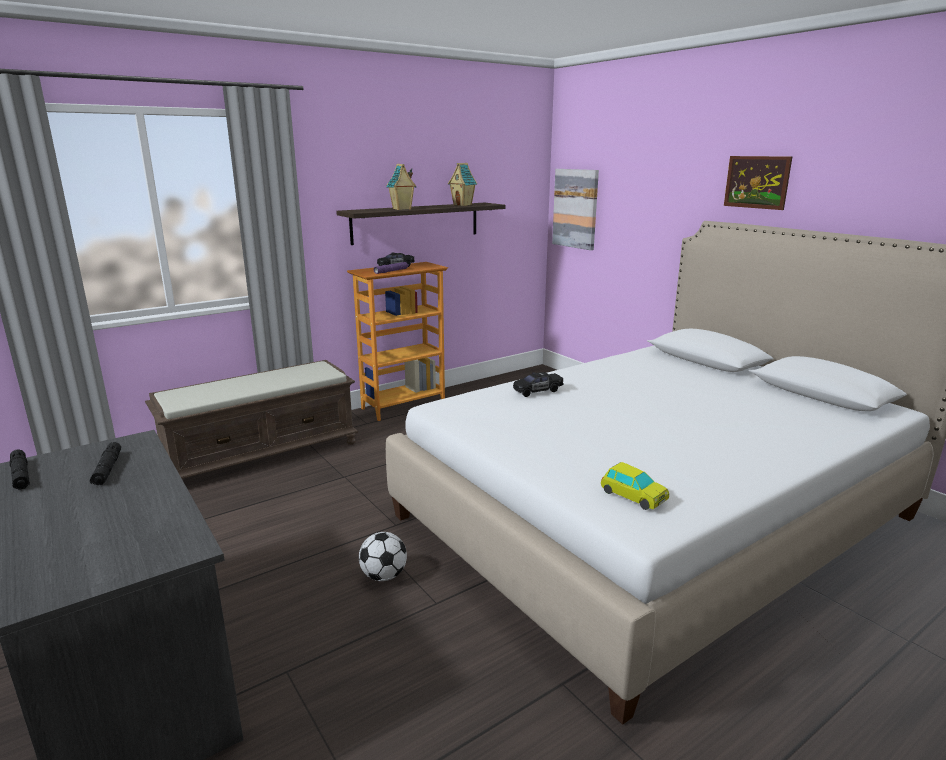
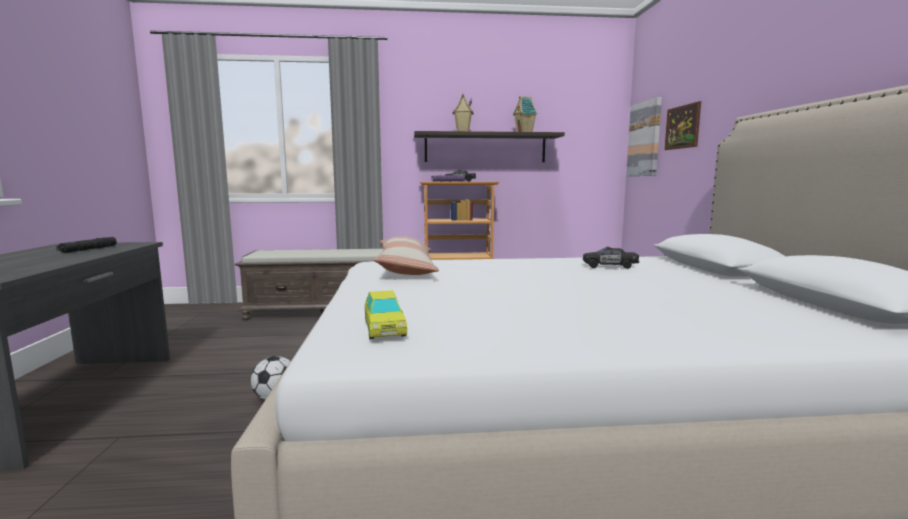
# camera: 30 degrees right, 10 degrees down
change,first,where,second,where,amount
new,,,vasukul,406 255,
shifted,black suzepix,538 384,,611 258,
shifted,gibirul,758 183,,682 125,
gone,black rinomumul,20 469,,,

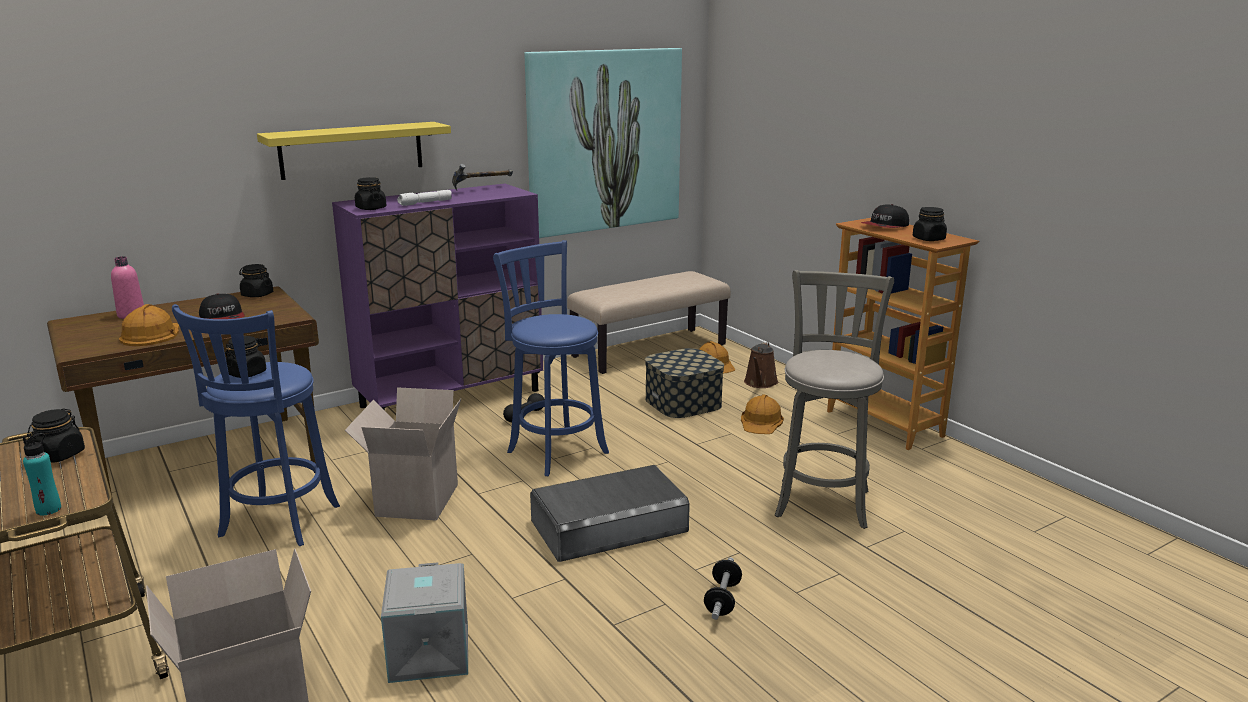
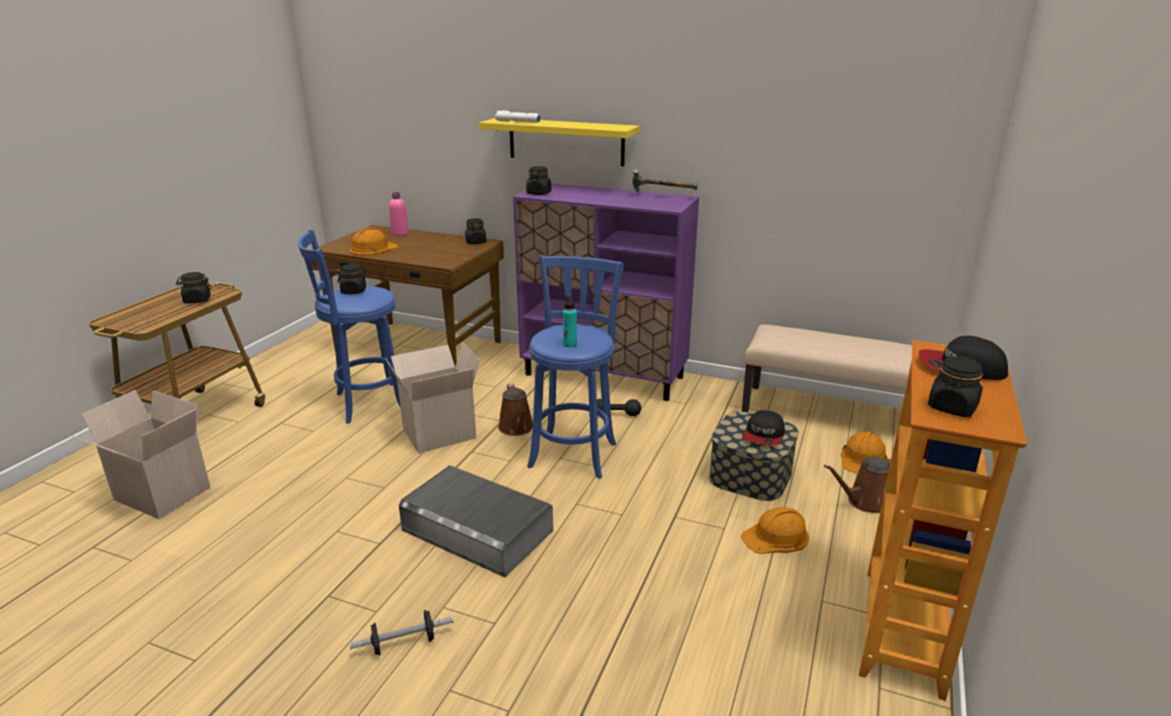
# camera: 55 degrees right, 5 degrees up
change,first,where,second,where,amount
shifted,white rinomumul,424 198,,518 117,
new,,,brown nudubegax,515 409,
shifted,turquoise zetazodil,41 474,,570 321,
shifted,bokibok,222 306,,763 428,
gone,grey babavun,424 622,,,
gone,gibirul,603 143,,,
gone,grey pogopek,834 399,,,

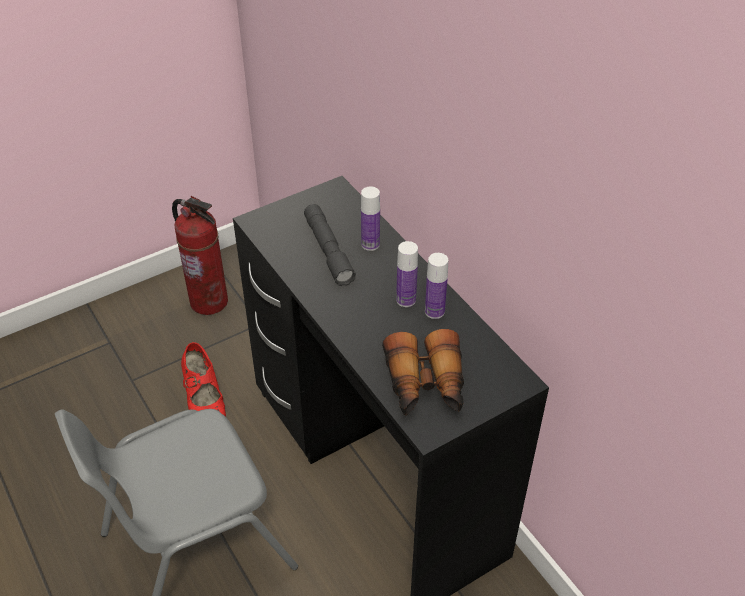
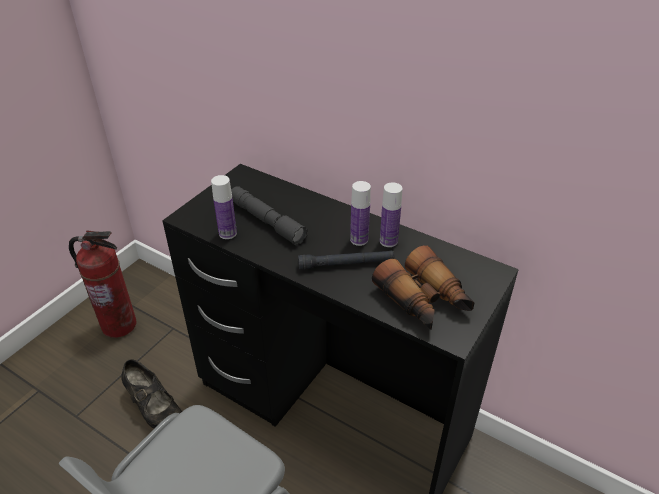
# camera: 25 degrees left, 5 degrees down
change,first,where,second,where,amount
repainted,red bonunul,203 379,black bonunul,151 393,
shifted,zetazodil,370 219,,224 207,
new,,,black rinomumul,346 260,

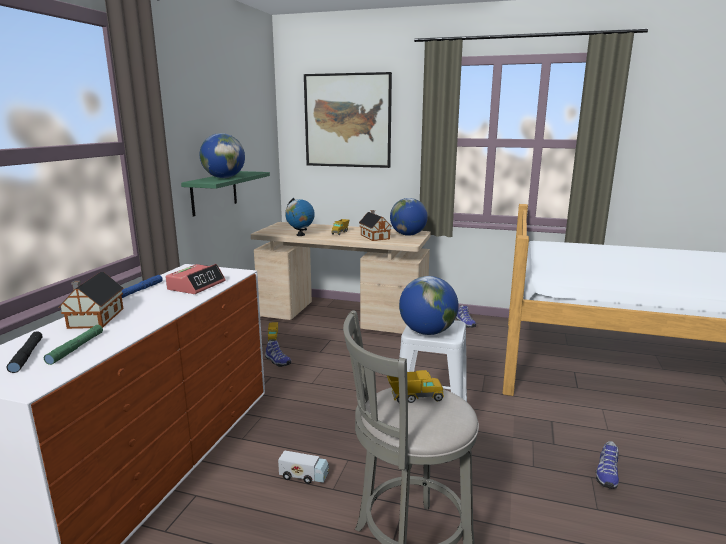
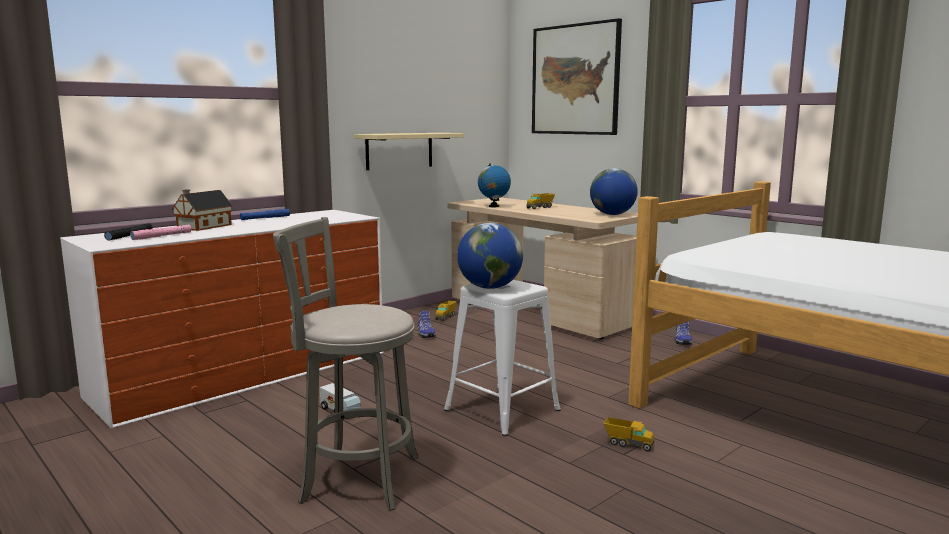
# camera: 30 degrees right, 5 degrees down
change,first,where,second,where,amount
repainted,green rinomumul,73 345,pink rinomumul,160 232,
repainted,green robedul,225 193,beige robedul,409 151,
shifted,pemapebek,415 386,,629 434,
gone,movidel,196 279,,,
gone,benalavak,222 155,,,
gone,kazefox,375 225,,,
gone,bonunul,607 465,,,

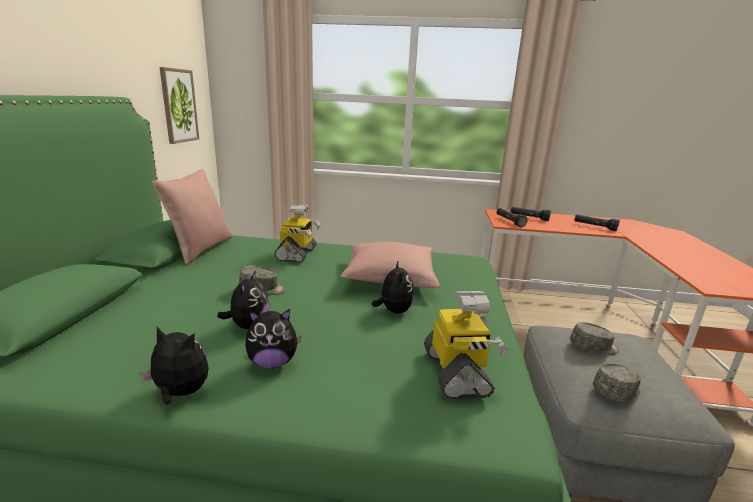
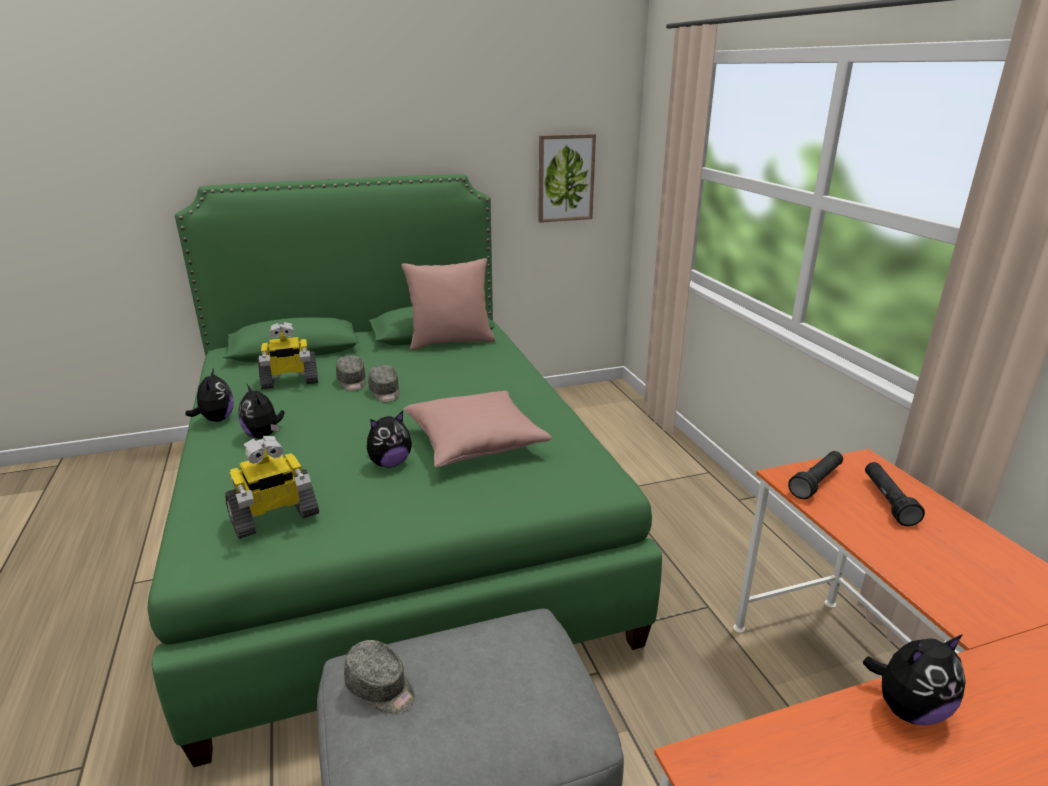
# camera: 65 degrees right, 5 degrees up
change,first,where,second,where,amount
shifted,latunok,297 233,,288 356,
shifted,grey bokibok,595 338,,351 373,
shifted,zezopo,243 299,,914 680,
gone,black rinomumul,597 222,,,

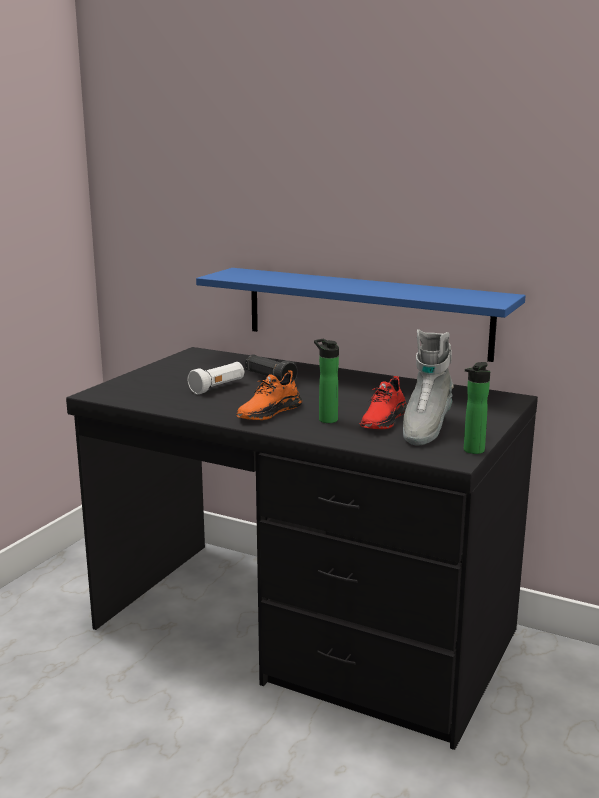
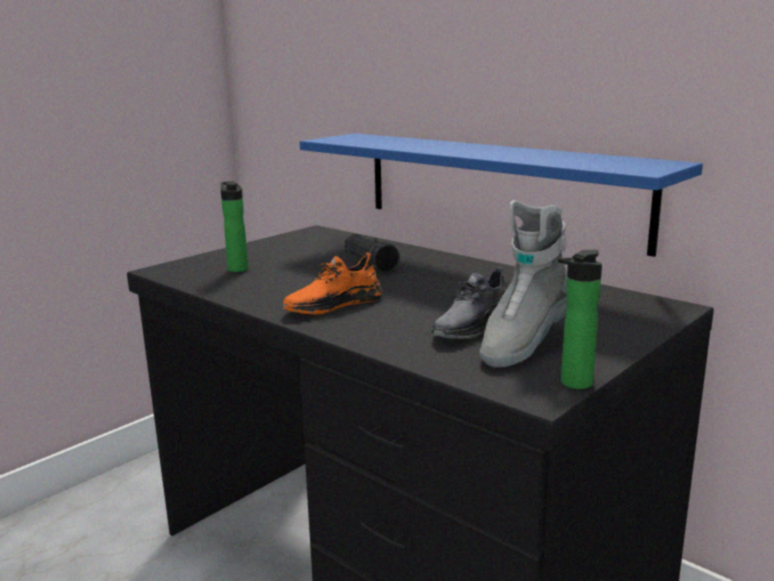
# camera: 15 degrees right, 0 degrees up
change,first,where,second,where,amount
shifted,zetazodil,326 381,,234 226,
repainted,red bonunul,384 402,grey bonunul,469 303,
gone,white rinomumul,216 378,,,

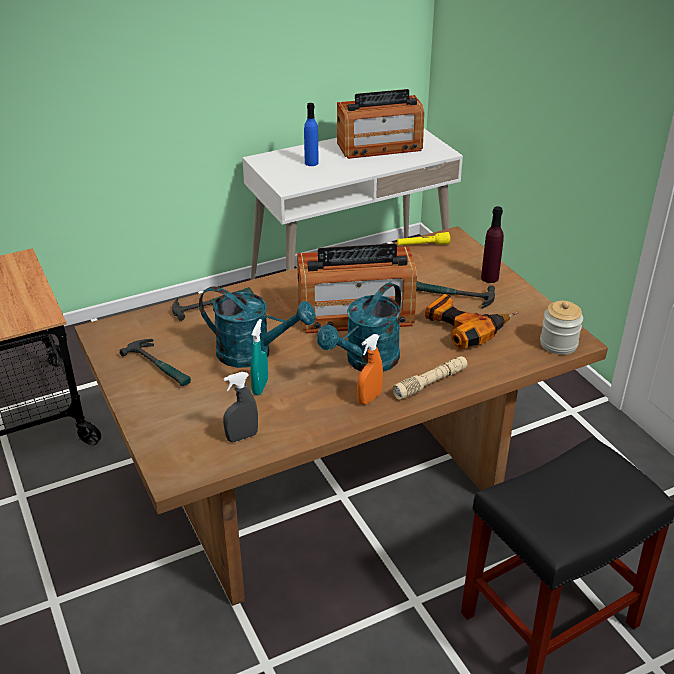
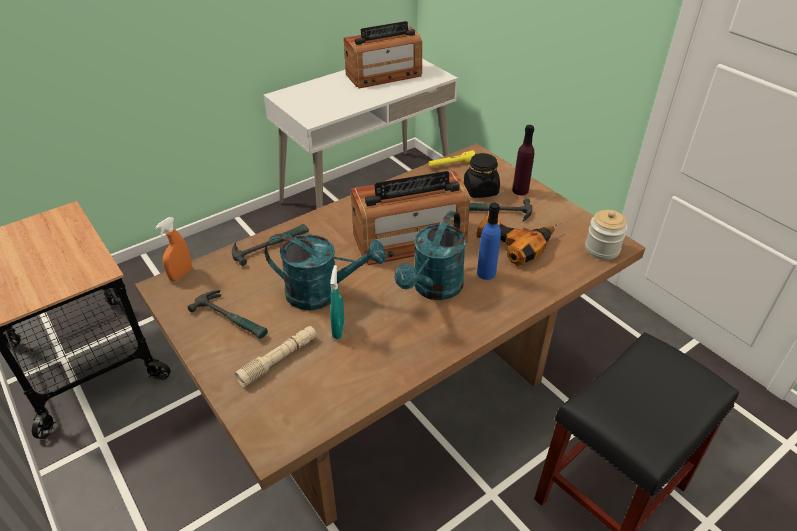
# camera: 10 degrees left, 5 degrees up
change,first,where,second,where,amount
shifted,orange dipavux,370 369,,173 249,
shifted,beige rinomumul,430 378,,276 356,
new,,,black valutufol,482 175,
shifted,blue zetazodil,311 134,,489 241,
gone,grey dipavux,240 407,,,

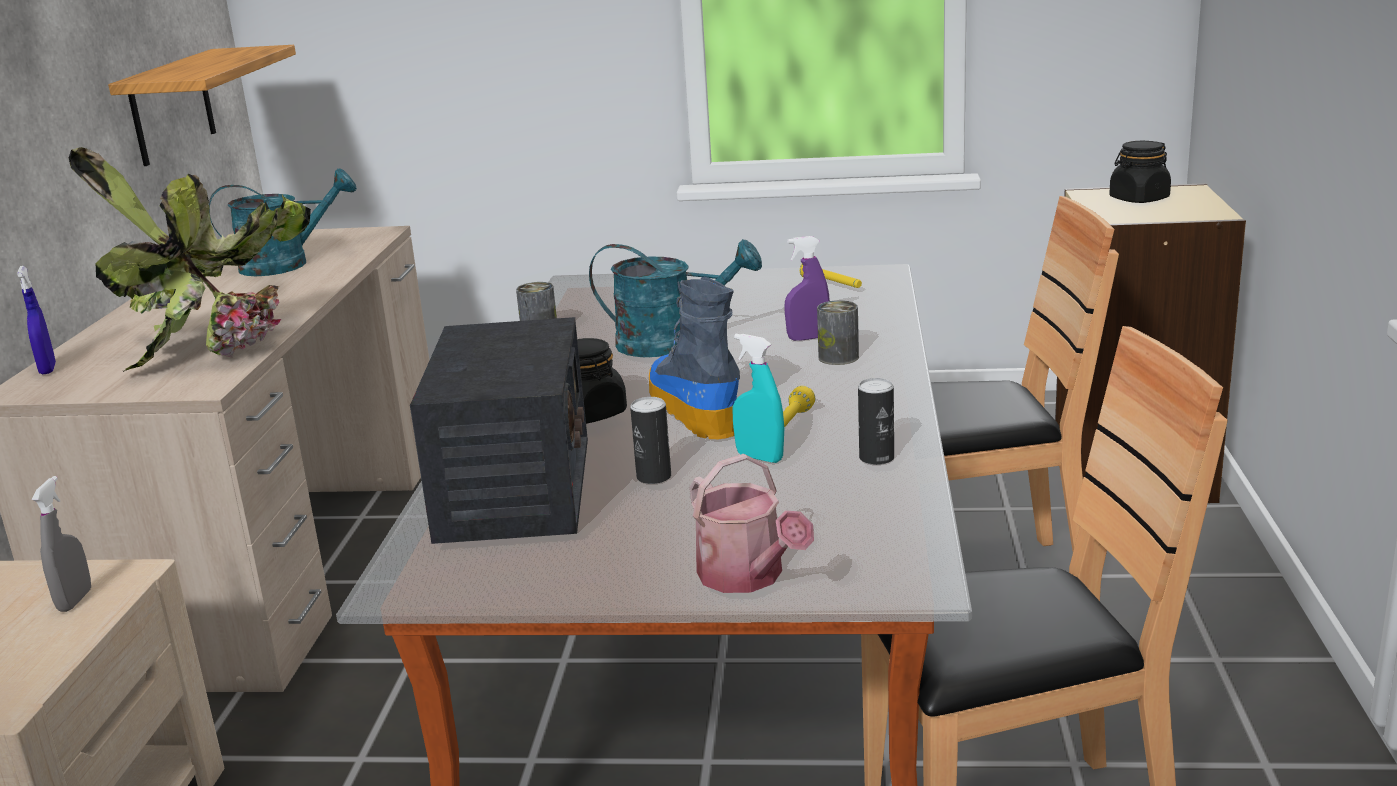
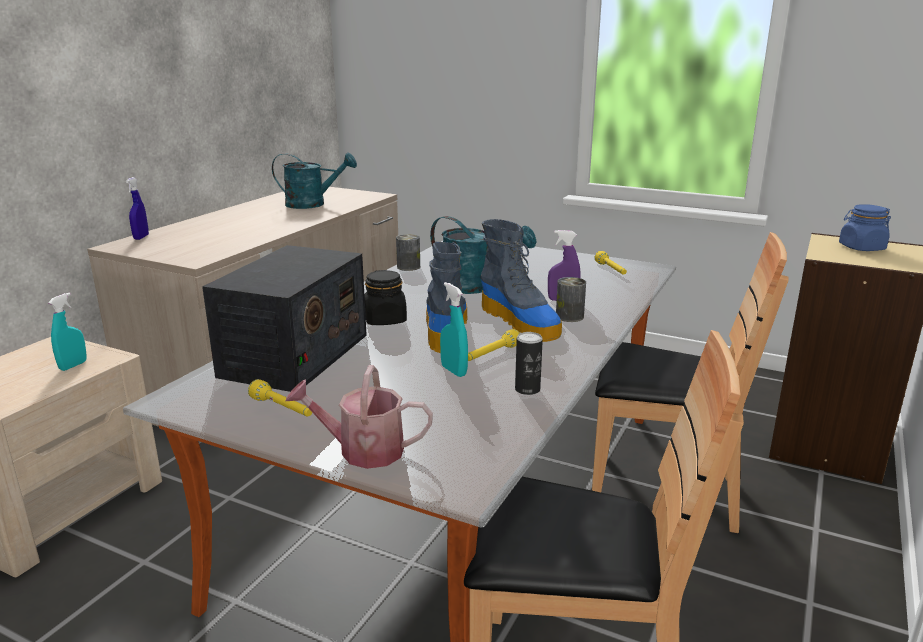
# camera: 20 degrees right, 0 degrees up
change,first,where,second,where,amount
repainted,grey dipavux,61 544,turquoise dipavux,67 332,
new,,,yellow rinomumul,280 397,
rotated,nudubegax,752 523,,359 417,105 degrees clockwise
new,,,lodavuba,521 280,
repainted,black valutufol,1140 172,blue valutufol,865 227,
gone,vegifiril,190 259,,,
gone,robedul,202 105,,,
gone,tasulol,650 440,,,

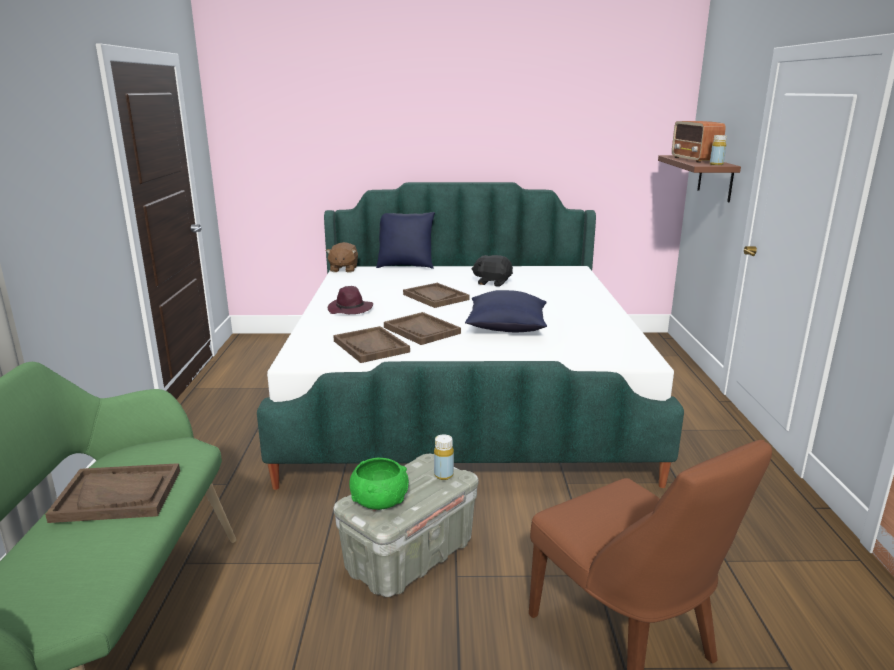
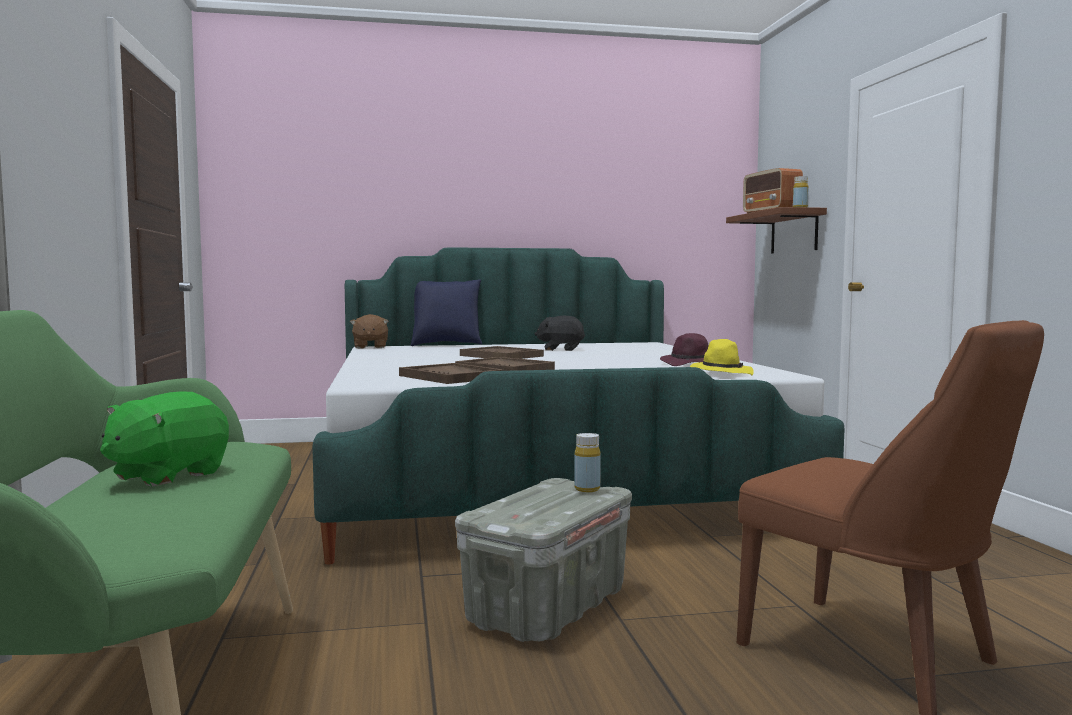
# camera: 10 degrees left, 15 degrees down
change,first,where,second,where,amount
swapped,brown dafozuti,112 493,green zezopo,164 439,
shifted,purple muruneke,350 300,,684 349,
new,,,yellow muruneke,722 357,
gone,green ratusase,379 483,,,
gone,blue vasukul,506 311,,,

